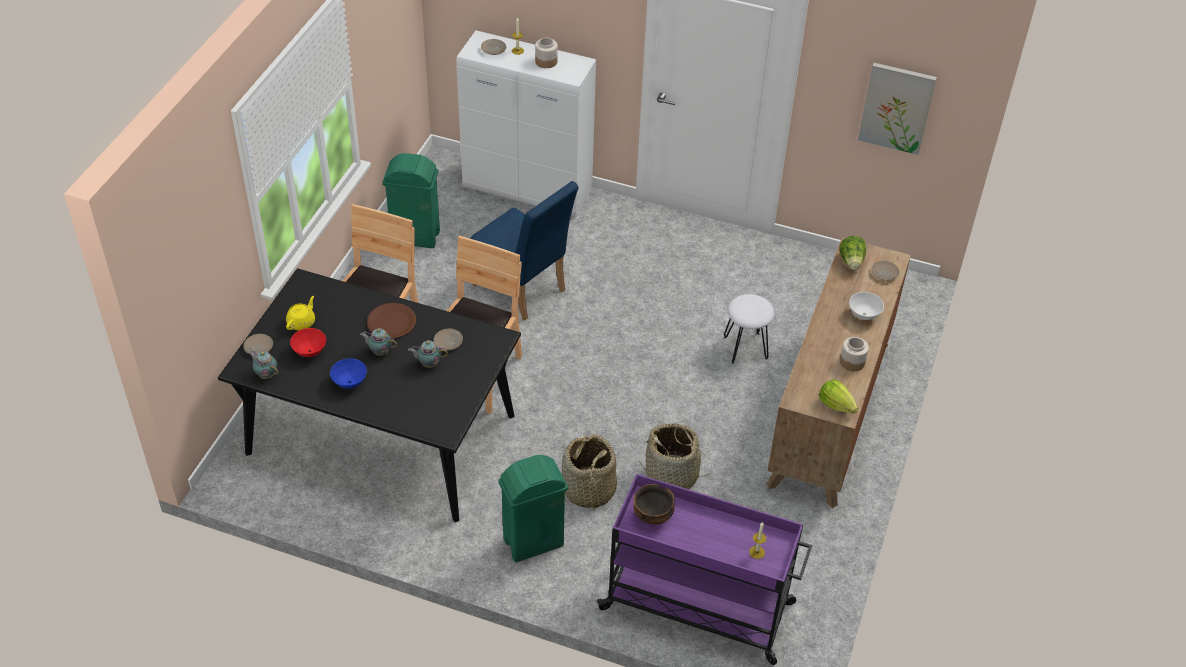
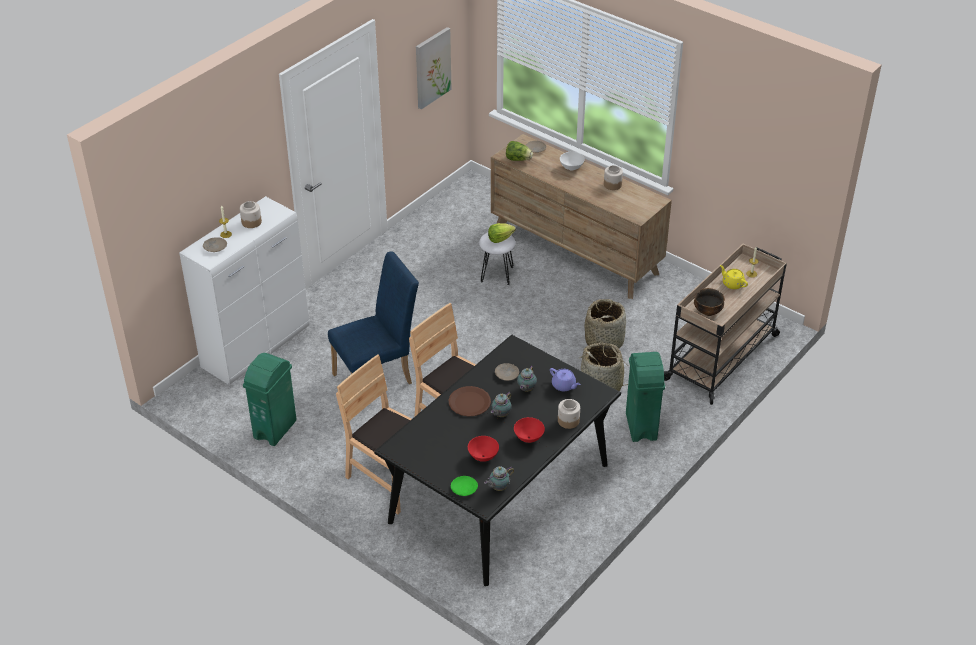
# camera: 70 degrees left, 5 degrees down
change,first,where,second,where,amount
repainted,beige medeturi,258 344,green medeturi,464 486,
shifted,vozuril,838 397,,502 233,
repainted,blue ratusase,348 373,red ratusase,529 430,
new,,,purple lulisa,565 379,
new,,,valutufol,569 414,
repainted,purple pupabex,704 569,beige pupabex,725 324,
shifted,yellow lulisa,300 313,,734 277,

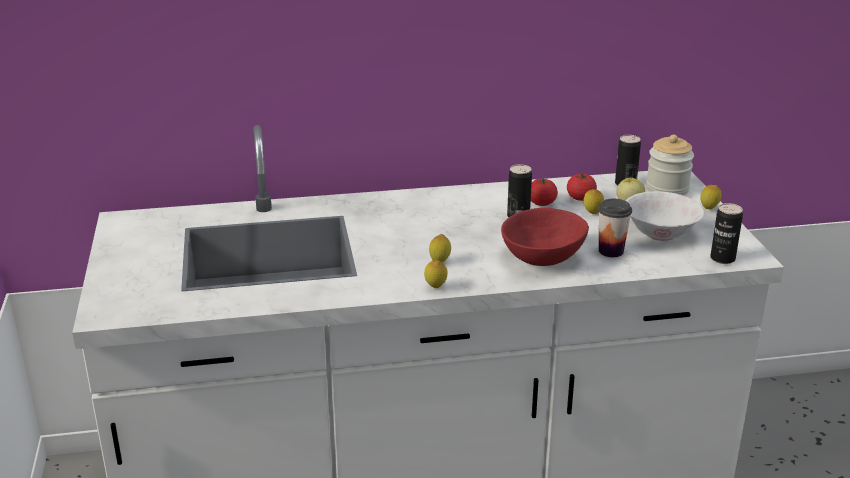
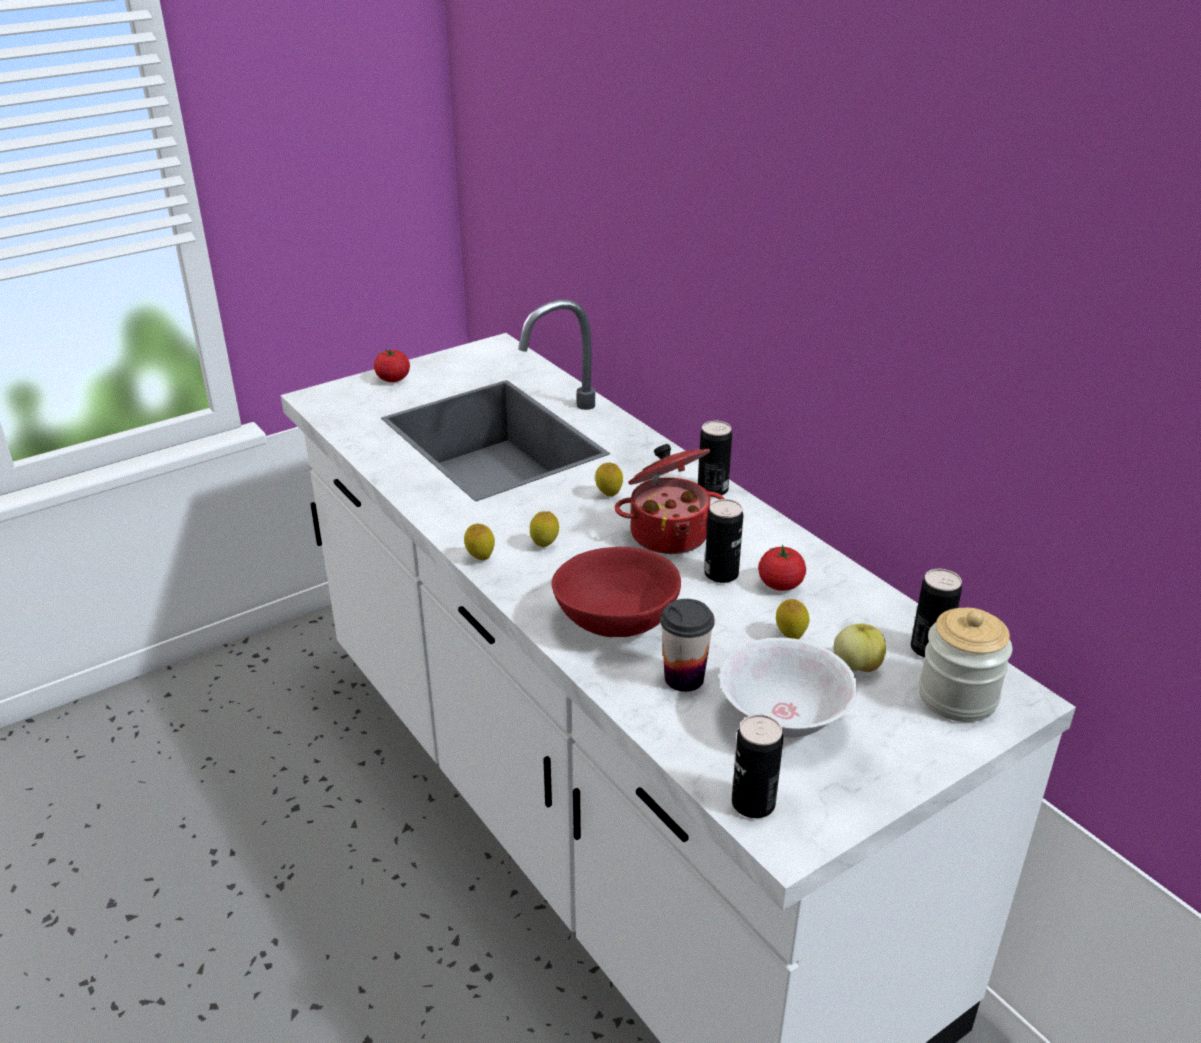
# camera: 65 degrees right, 5 degrees up
change,first,where,second,where,amount
shifted,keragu,582 187,,392 365,
shifted,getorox,711 197,,609 479,
new,,,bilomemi,669 499,
new,,,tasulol,715 459,

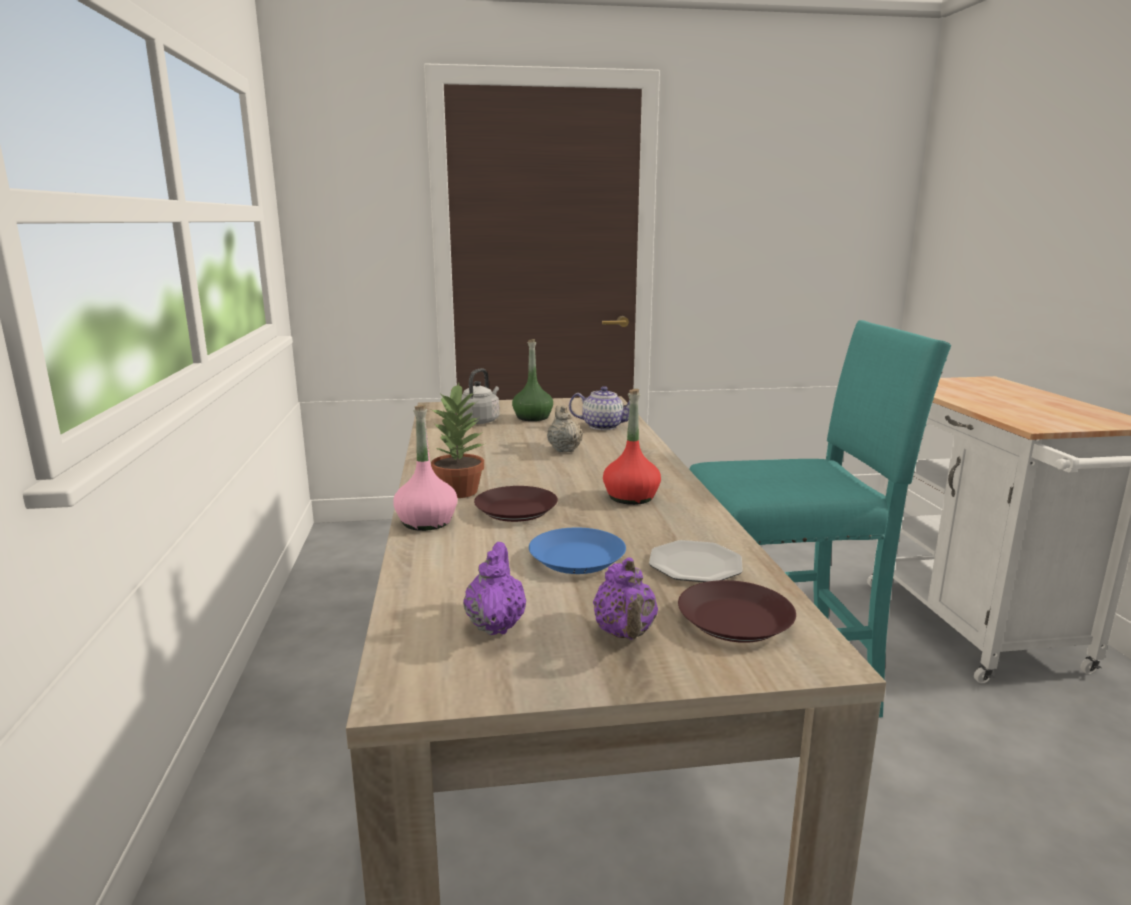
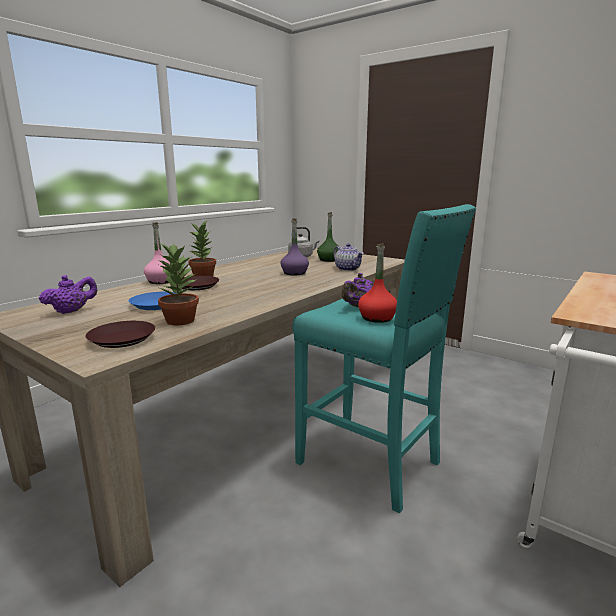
# camera: 45 degrees right, 0 degrees up
change,first,where,second,where,amount
swapped,medeturi,696 561,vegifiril,178 284,
swapped,beige lulisa,565 428,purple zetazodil,295 247,
shifted,purple lulisa,625 598,,357 290,
shifted,red zetazodil,632 447,,377 283,

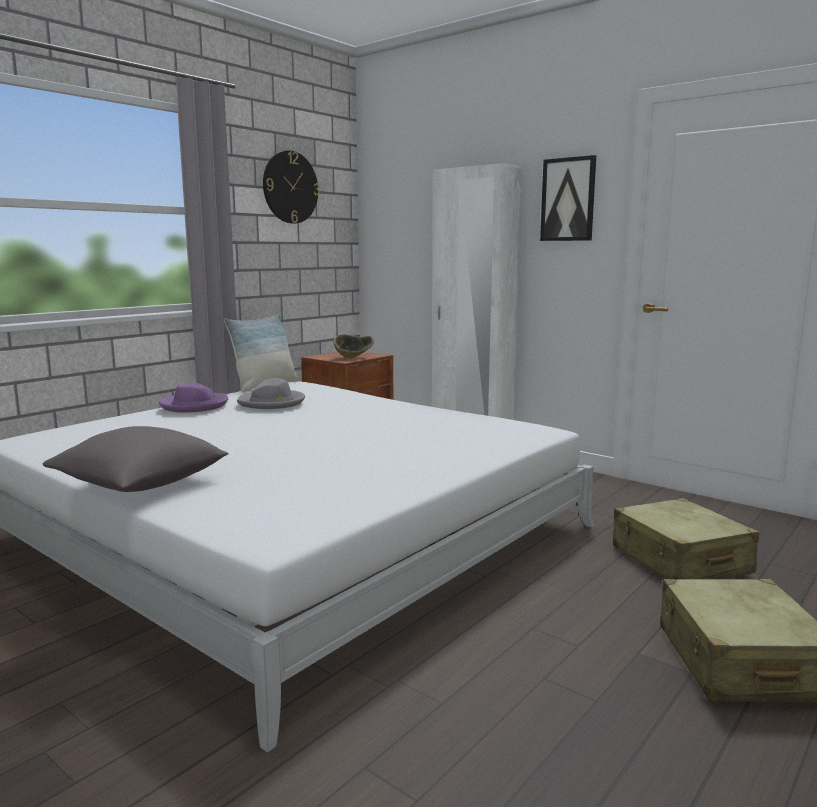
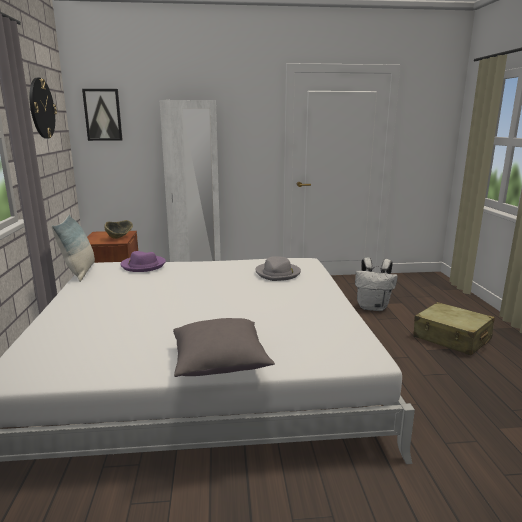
# camera: 45 degrees left, 5 degrees up
change,first,where,second,where,amount
shifted,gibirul,568 198,,102 115,
shifted,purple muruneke,193 397,,143 261,
shifted,grey muruneke,271 393,,278 268,
swapped,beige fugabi,686 539,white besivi,376 284,

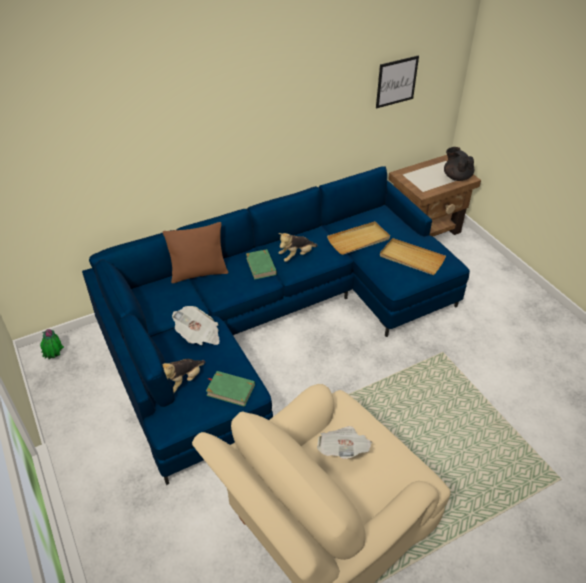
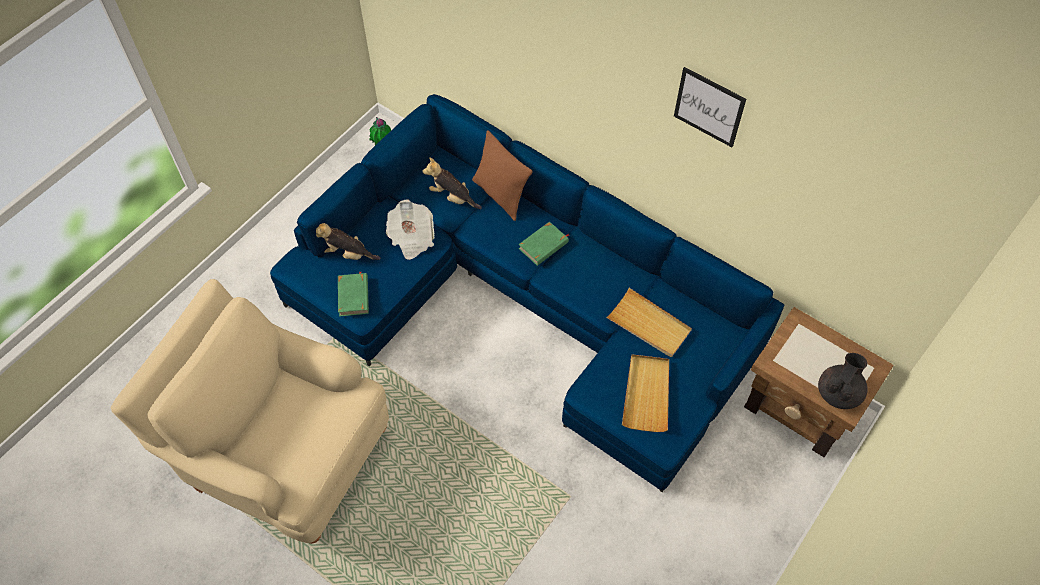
# camera: 65 degrees right, 15 degrees up
change,first,where,second,where,amount
shifted,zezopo,298 247,,452 183,
shifted,gibirul,397 82,,710 107,
gone,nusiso,344 442,,,

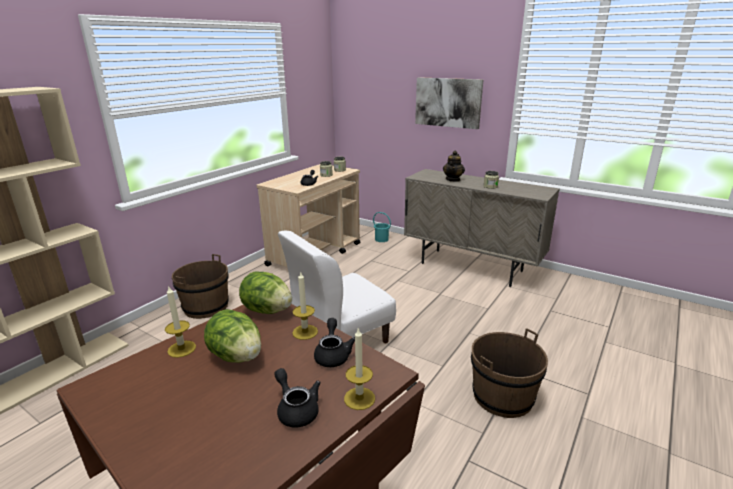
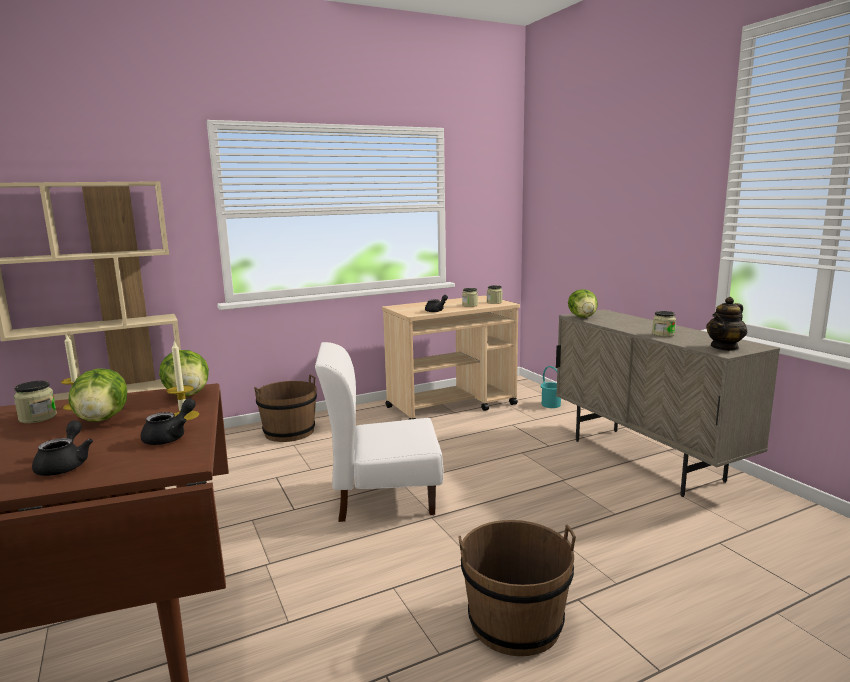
# camera: 30 degrees right, 10 degrees down
change,first,where,second,where,amount
new,,,valutufol,35 402,
new,,,vozuril,583 303,
shifted,lulisa,454 166,,726 324,
gone,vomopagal,359 369,,,
gone,gibirul,449 103,,,

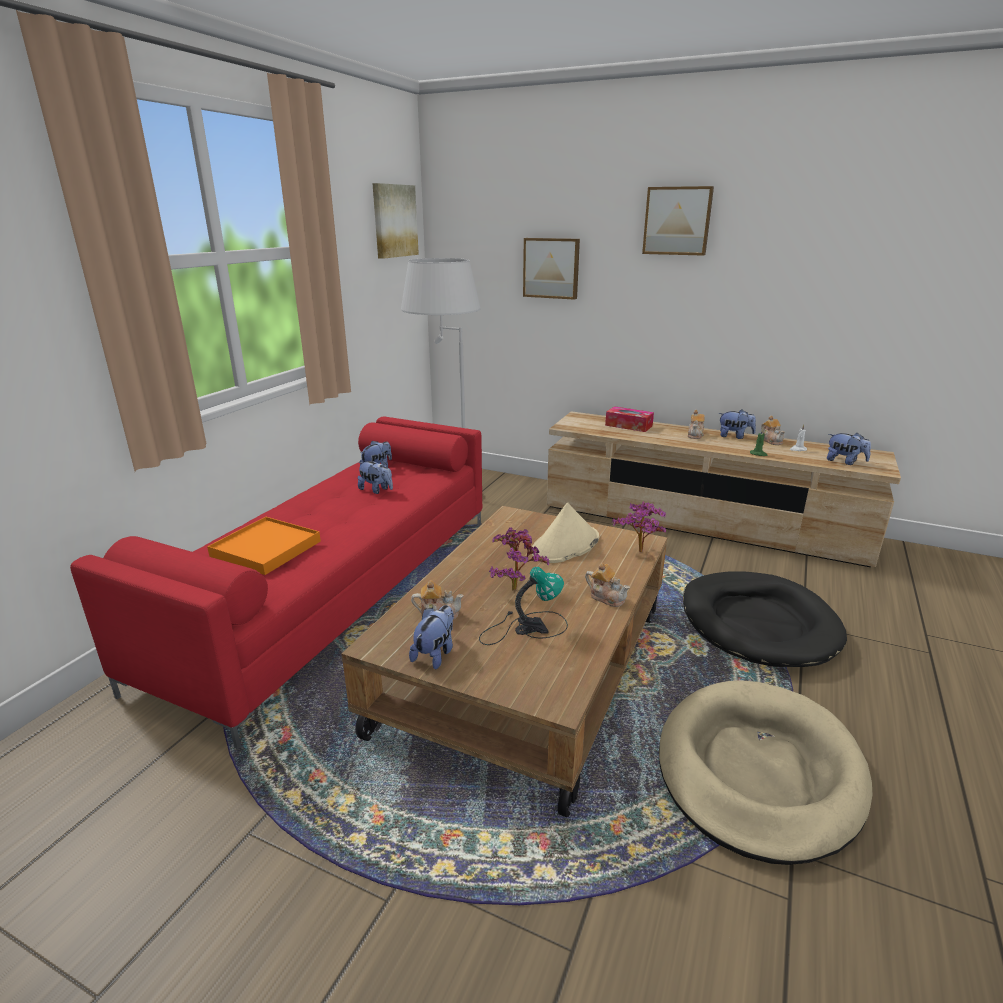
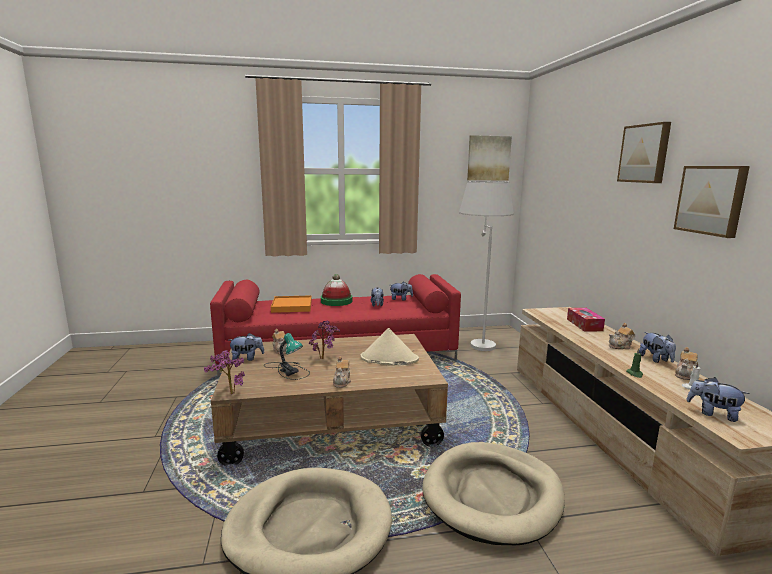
# camera: 55 degrees right, 10 degrees down
change,first,where,second,where,amount
shifted,vegifiril,639 527,,224 372,
new,,,muruneke,336 290,
repainted,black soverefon,765 619,beige soverefon,493 493,
shifted,gibirul,551 269,,712 202,
rotated,zezopo,849 449,,718 399,120 degrees clockwise

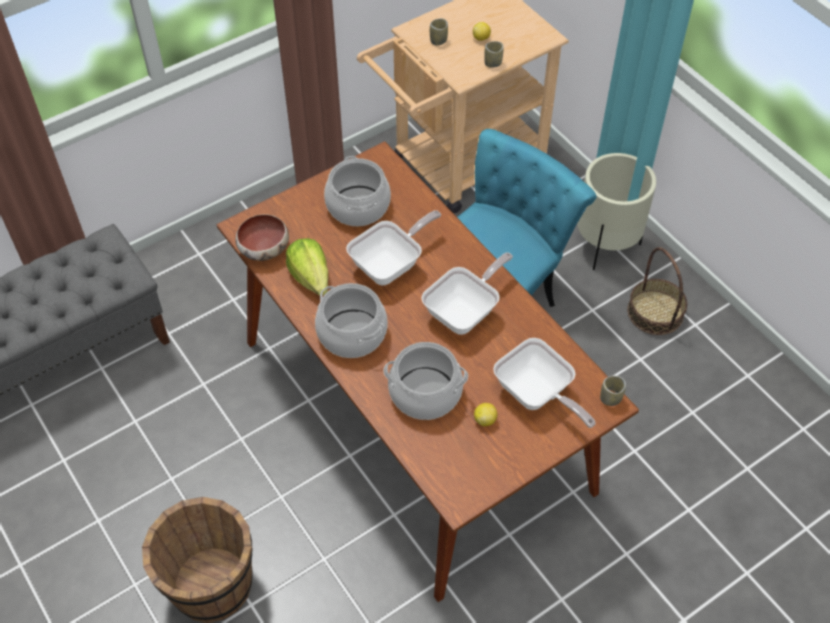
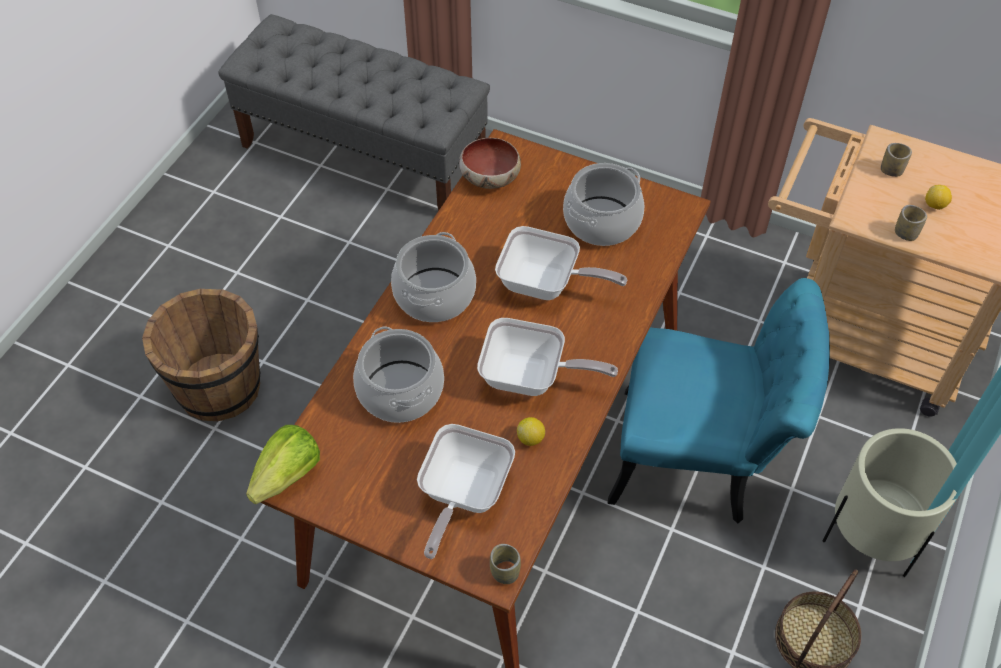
# camera: 60 degrees right, 0 degrees up
change,first,where,second,where,amount
shifted,vozuril,307 267,,283 464,
shifted,getorox,485 414,,531 431,

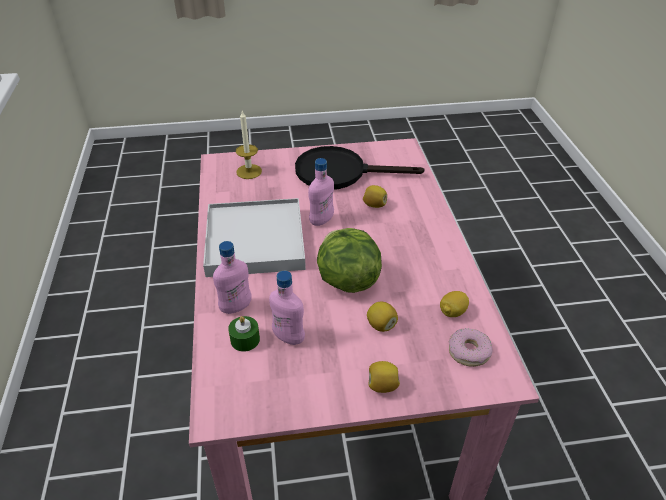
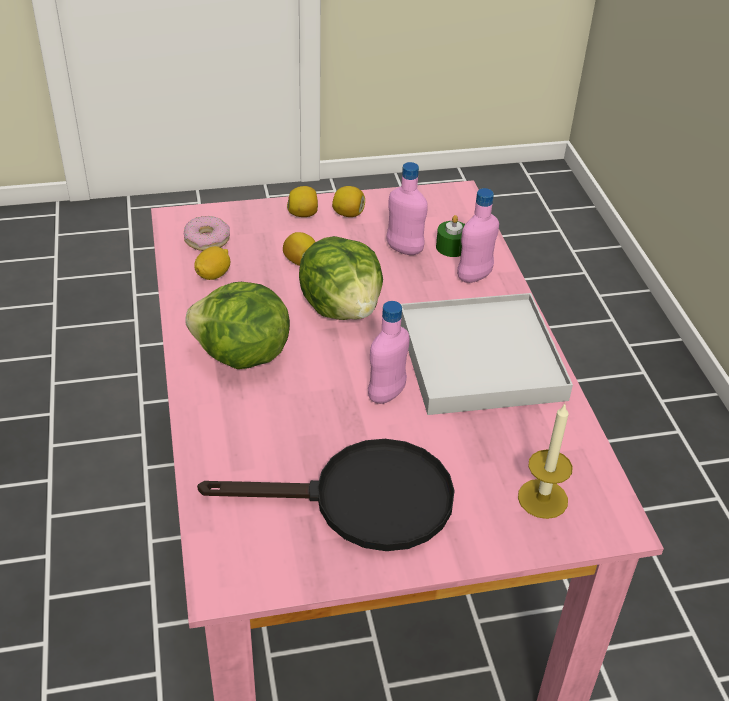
# camera: 175 degrees right, 0 degrees up
change,first,where,second,where,amount
new,,,vozuril,237 325,
shifted,getorox,375 196,,348 201,

